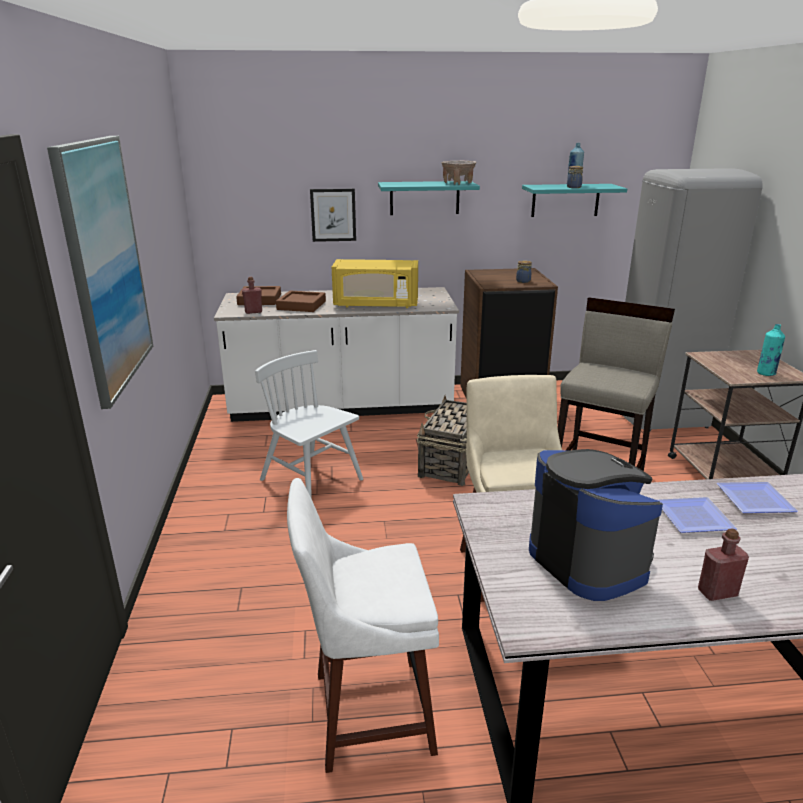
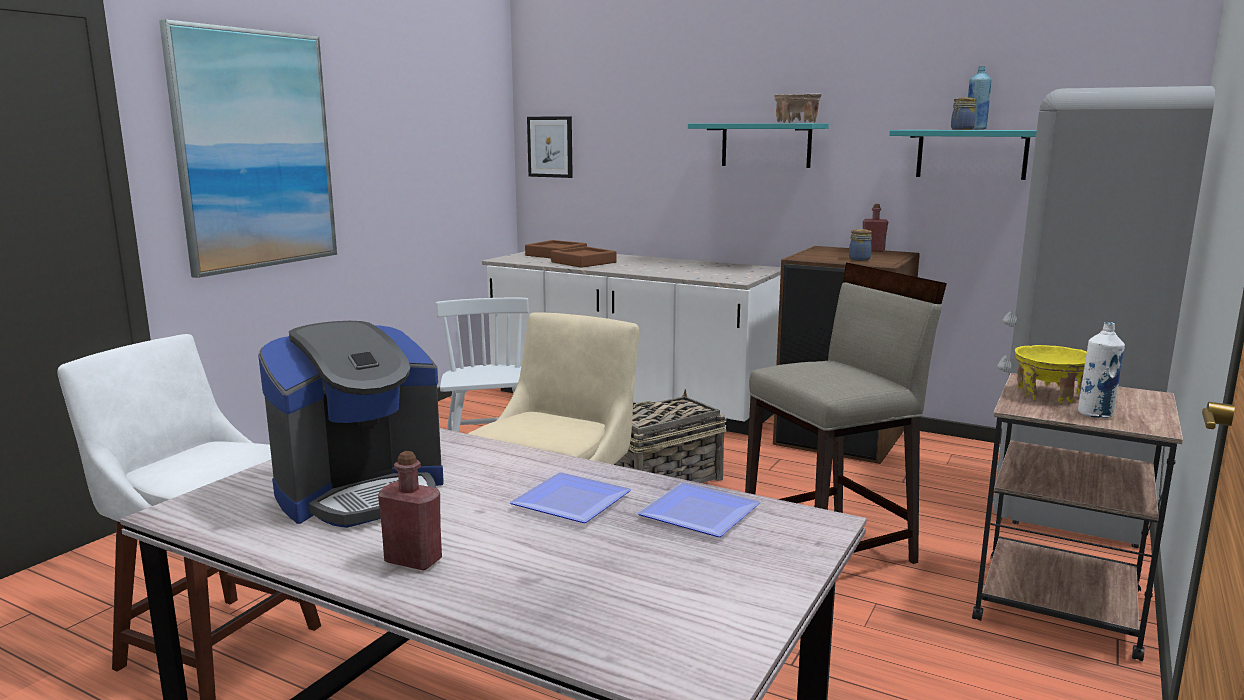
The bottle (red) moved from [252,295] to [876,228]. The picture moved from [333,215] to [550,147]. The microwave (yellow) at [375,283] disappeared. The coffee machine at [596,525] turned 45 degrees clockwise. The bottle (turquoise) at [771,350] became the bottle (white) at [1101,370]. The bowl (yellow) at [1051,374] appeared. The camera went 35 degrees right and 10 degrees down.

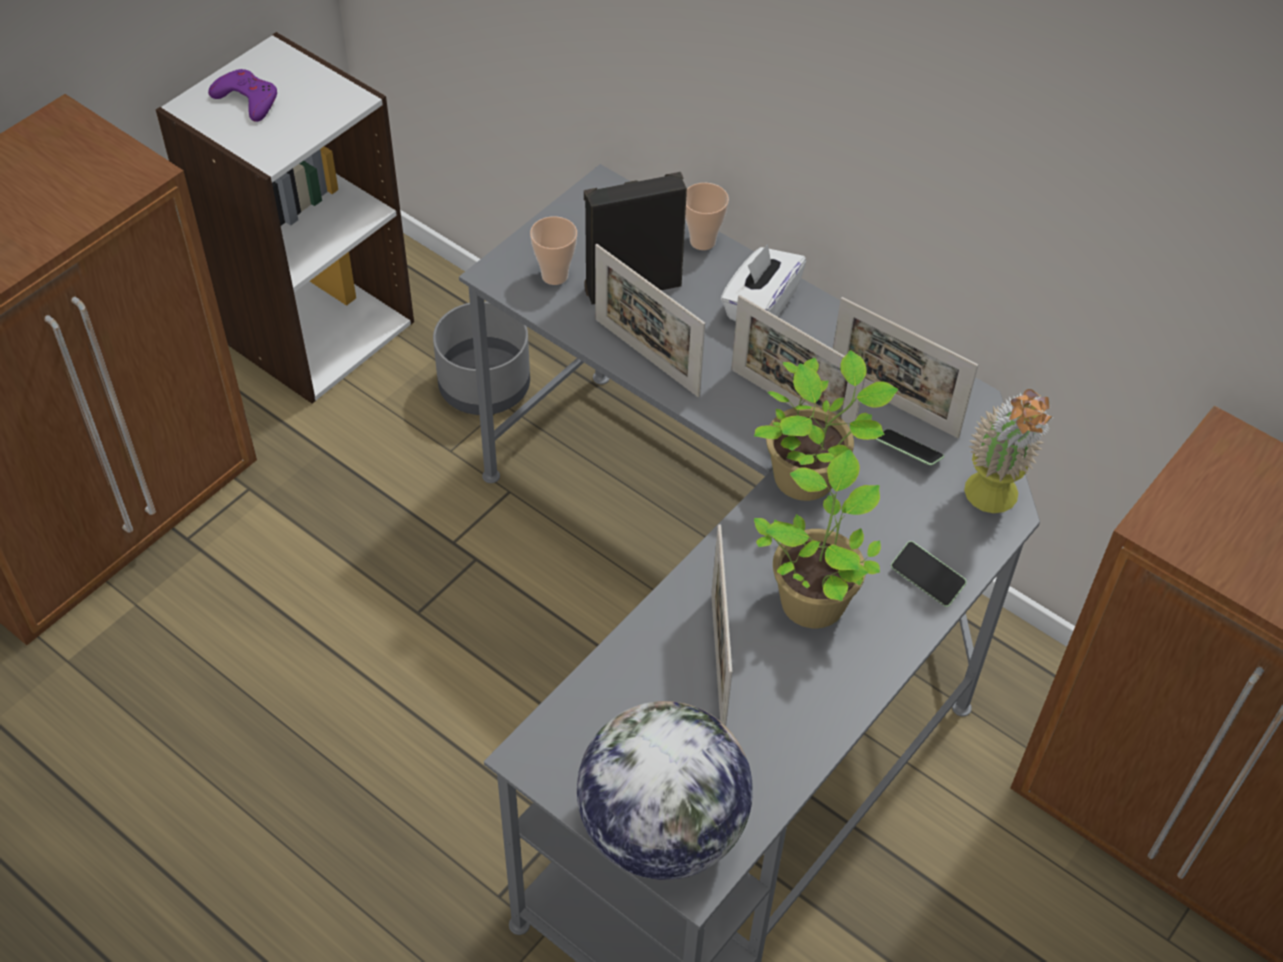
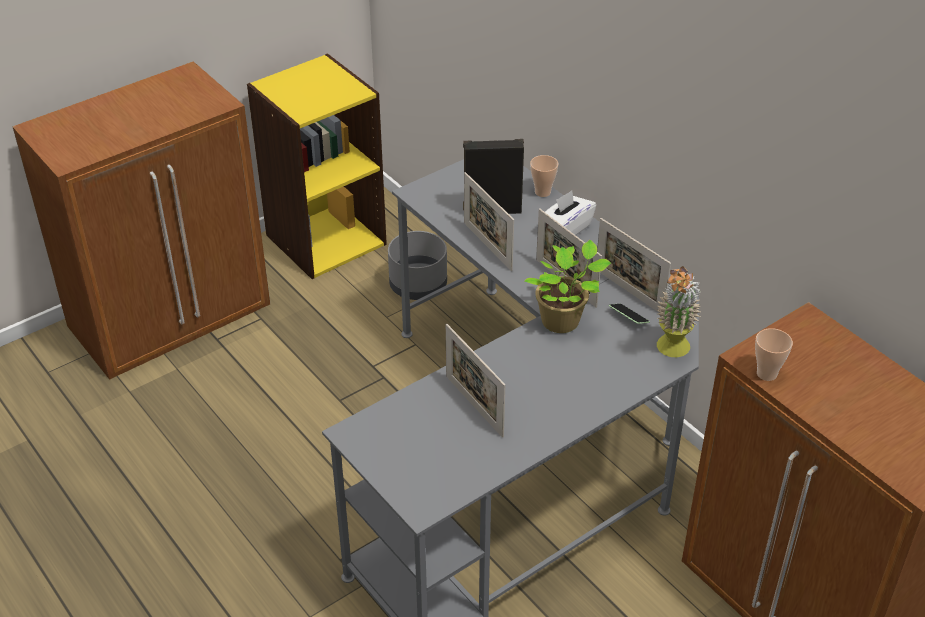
The bookcase (white) at [285,218] became the bookcase (yellow) at [317,166]. The game controller (purple) at [242,95] disappeared. The cup moved from [553,250] to [774,354]. The globe at [665,790] disappeared. The picture frame at [721,625] turned 45 degrees counterclockwise. The potted plant at [817,538] disappeared. The phone at [929,574] disappeared. The camera went 15 degrees right and 10 degrees down.

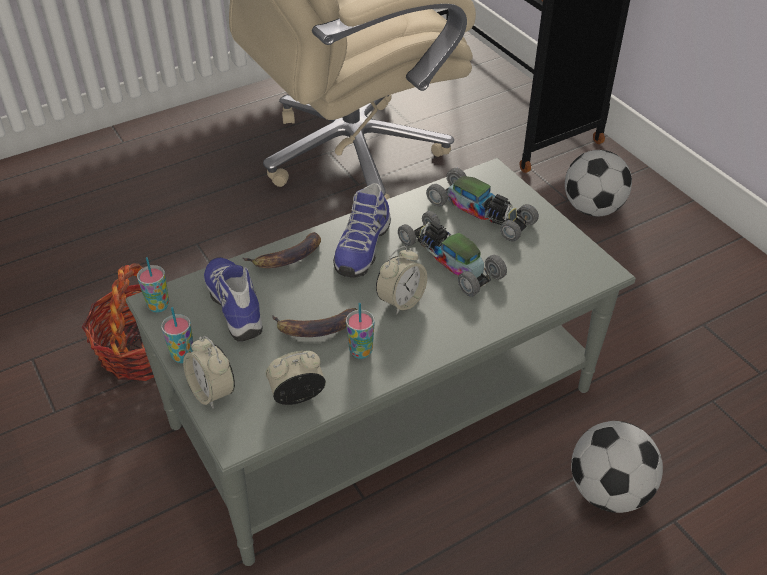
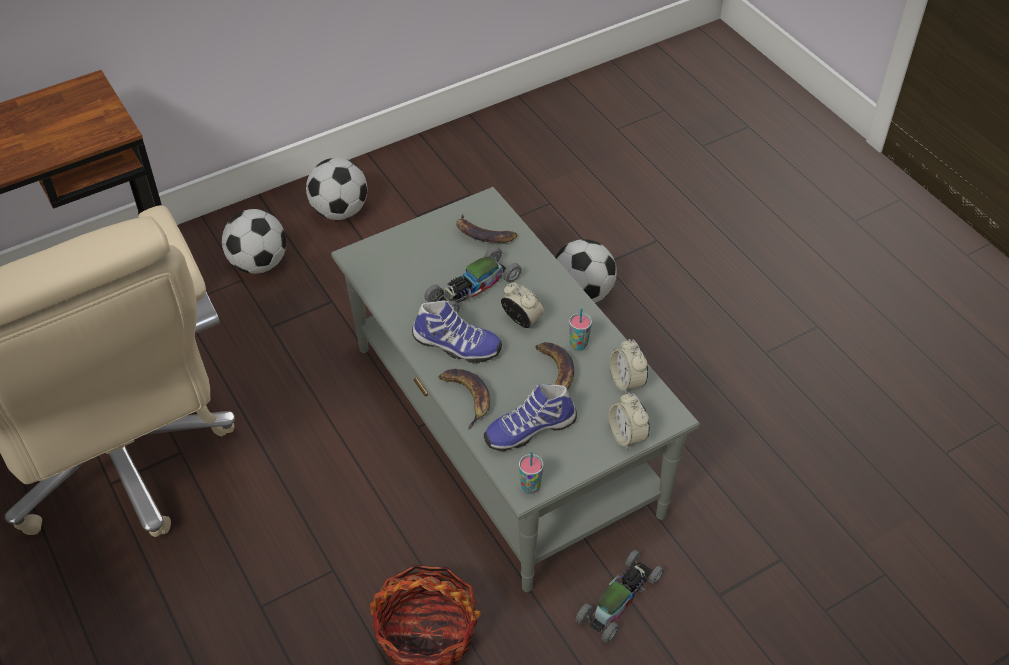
The cup at [177,335] disappeared. The alarm clock at [209,372] turned 105 degrees clockwise. The toy car moved from [482,204] to [619,596]. The football at [336,189] appeared. The banana at [486,228] appeared. The camera went 90 degrees left and 5 degrees up.

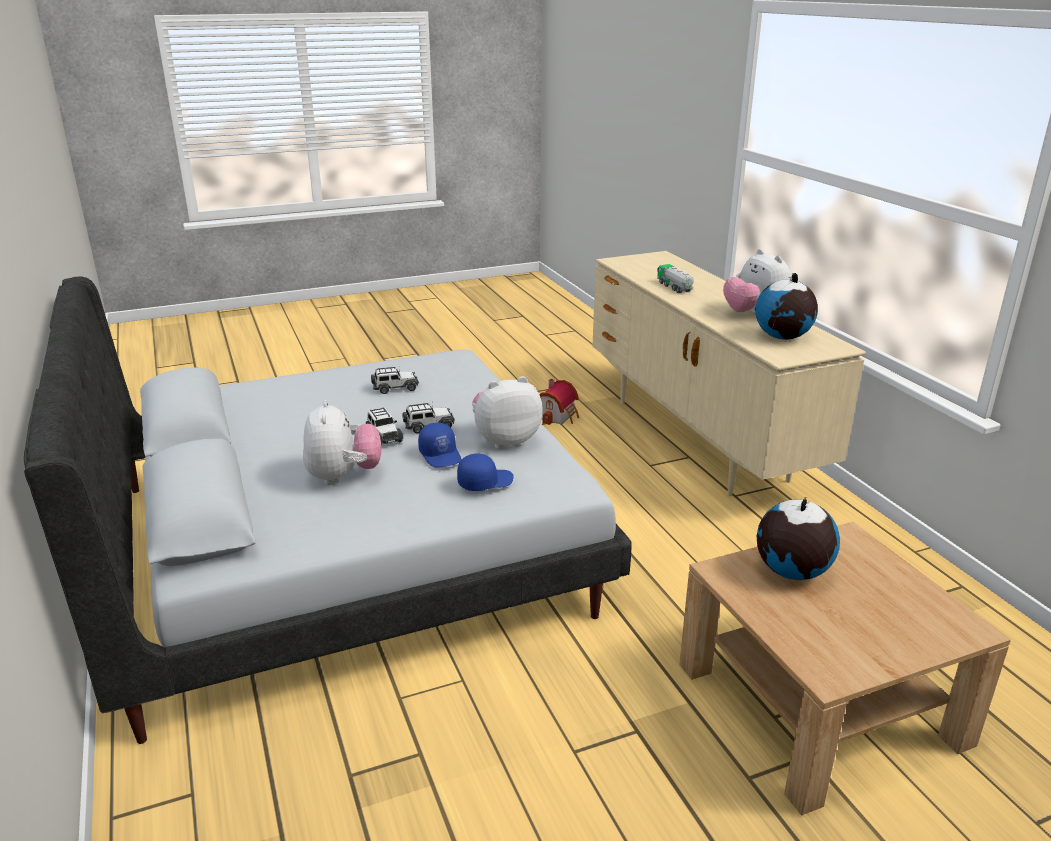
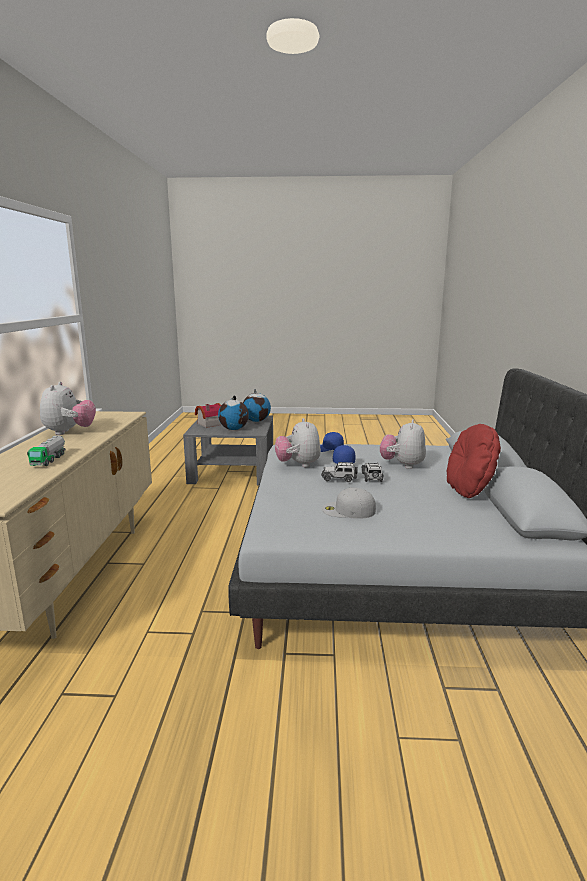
The toy car at [395,380] was replaced by the cap (white) at [349,503]. The plush toy at [507,413] turned 75 degrees clockwise. The toy house moved from [559,402] to [208,415]. The coffee table (brown) at [845,668] became the coffee table (grey) at [228,450]. The globe moved from [787,306] to [257,406]. The pillow (red) at [474,461] appeared. The camera went 155 degrees left and 10 degrees down.

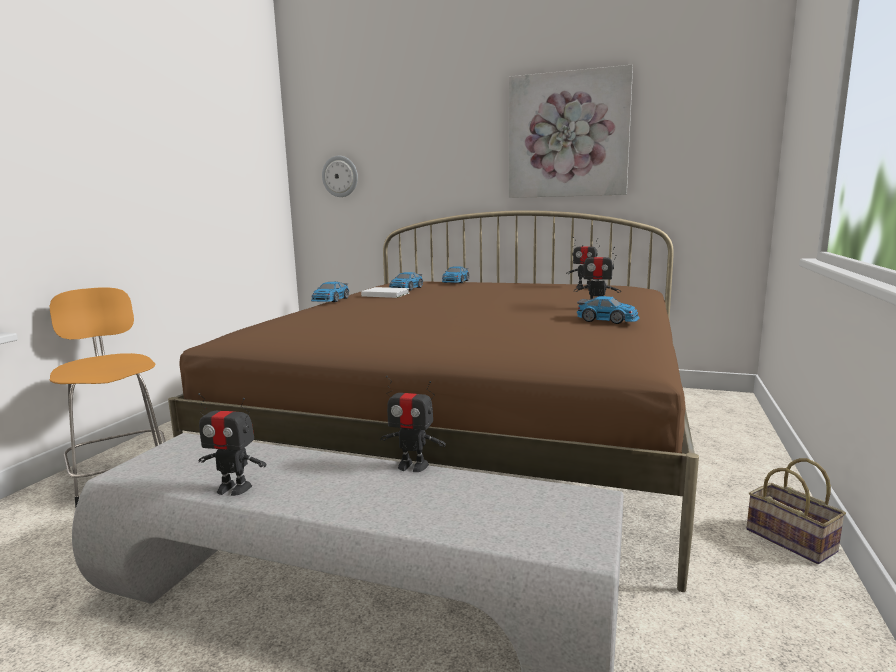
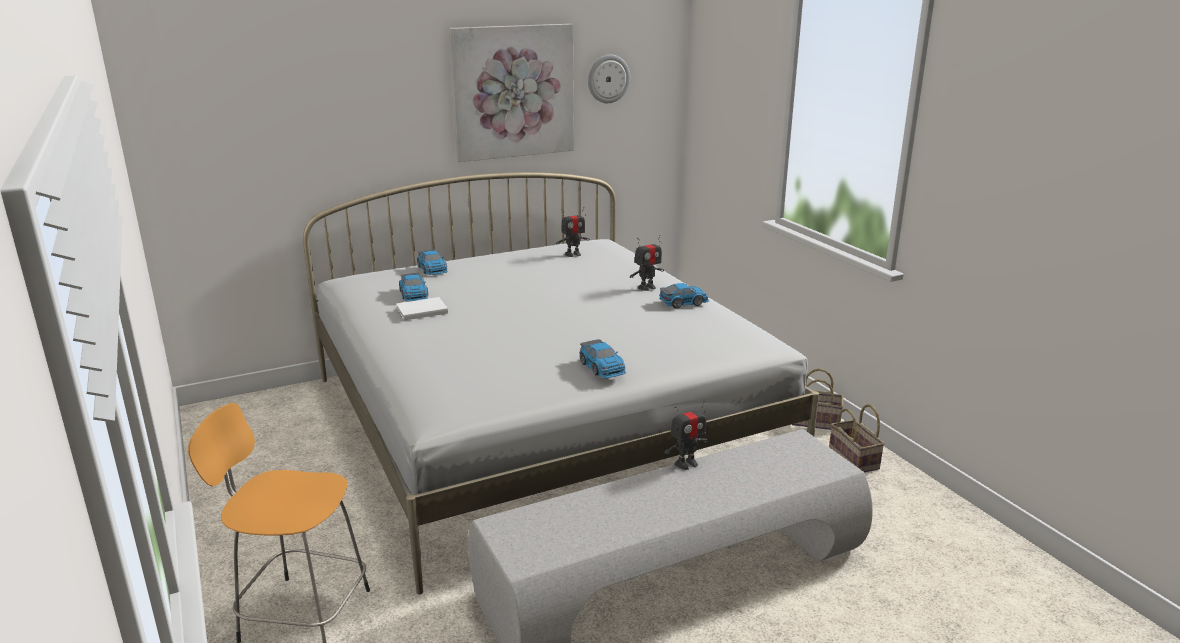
The bed (brown) at [433,401] became the bed (white) at [561,383]. The toy robot at [232,444] disappeared. The toy car moved from [330,292] to [602,358]. The wall clock moved from [340,176] to [609,78]. The basket at [857,438] appeared. The camera went 45 degrees left and 10 degrees up.

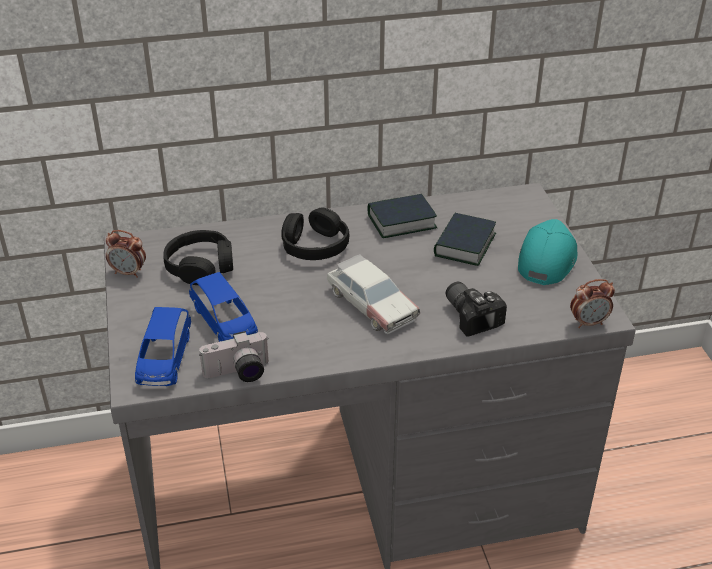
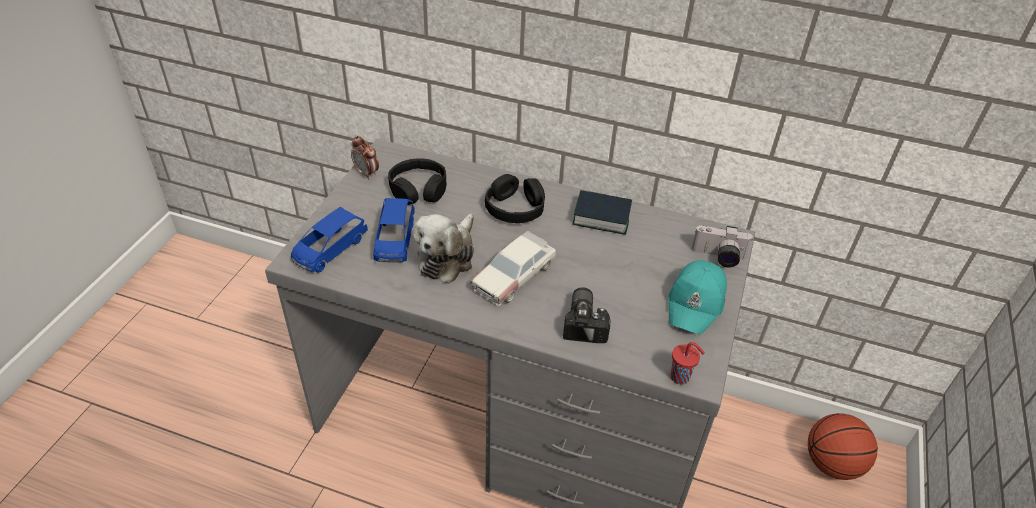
The photo camera moved from [234,356] to [722,246]. The toy car at [373,294] turned 45 degrees clockwise. The book at [465,239] disappeared. The cap (turquoise) at [548,252] turned 150 degrees clockwise. The alarm clock at [592,303] was replaced by the cup (red) at [688,363]. The plush toy at [443,249] appeared. The basketball at [843,446] appeared. The camera went 30 degrees right and 5 degrees up.

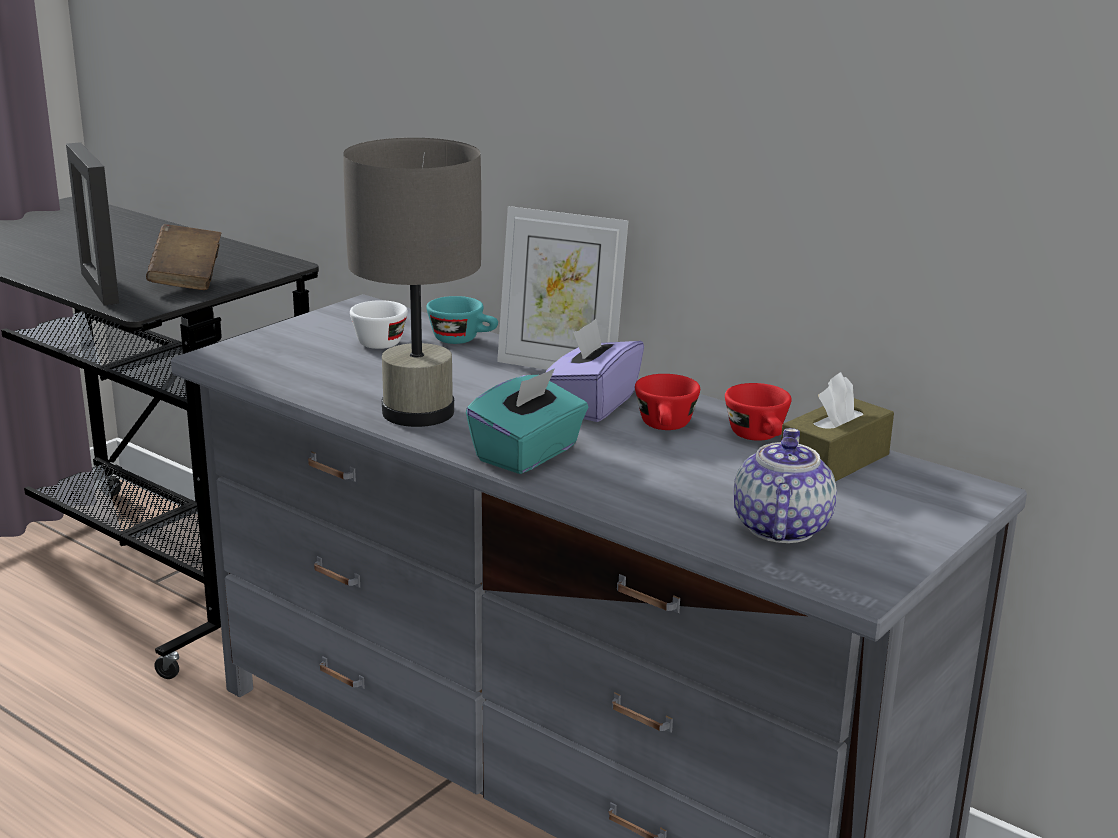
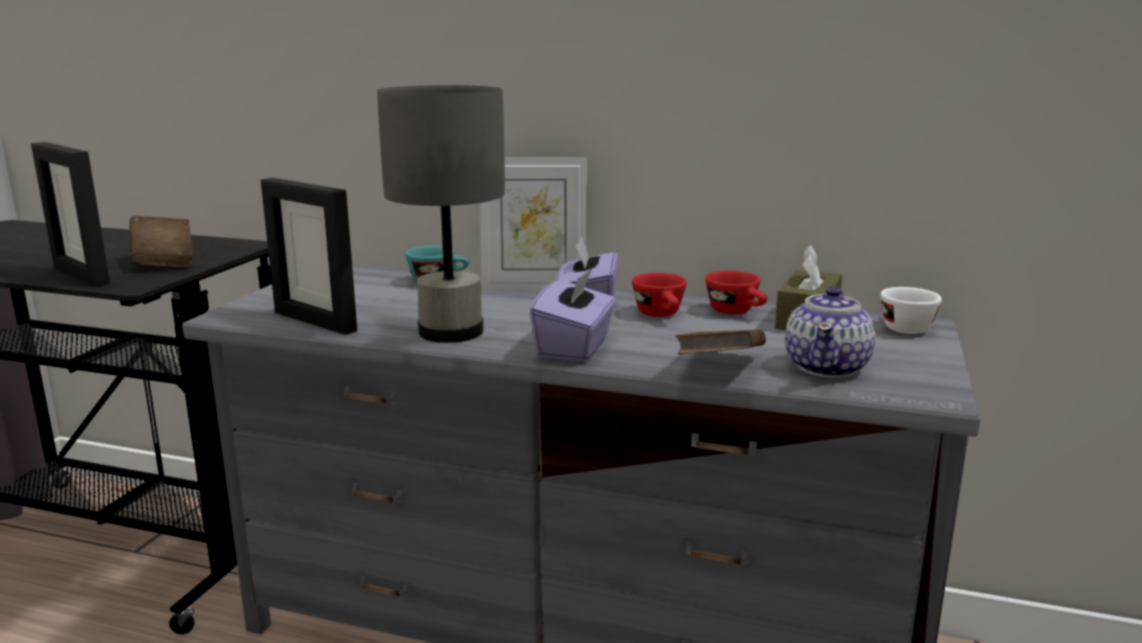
The cup (white) moved from [379,324] to [911,310]. The tissue box (turquoise) at [527,421] became the tissue box (purple) at [573,315]. The teapot at [785,485] turned 150 degrees counterclockwise. The picture frame at [309,256] appeared. The book (brown) at [721,341] appeared. The camera went 20 degrees left and 5 degrees down.

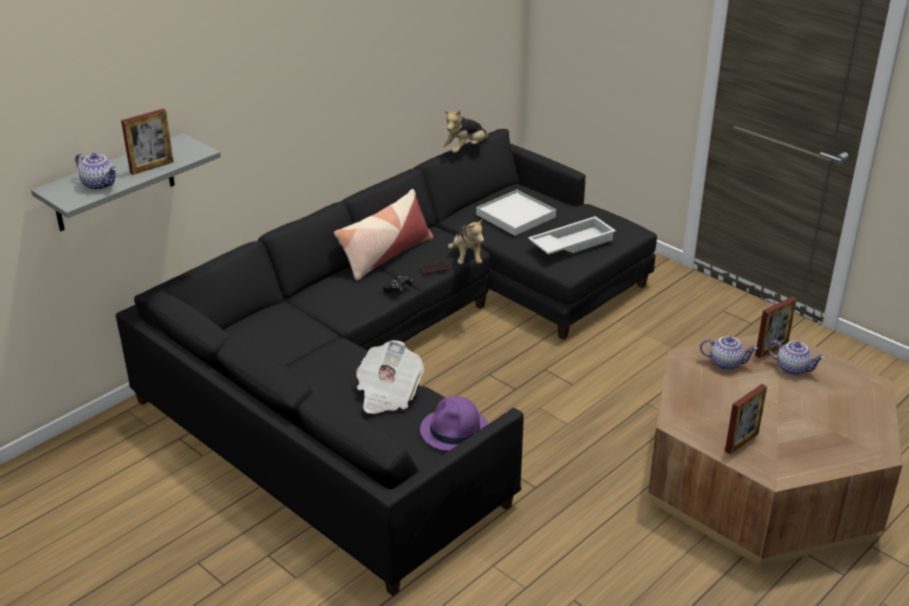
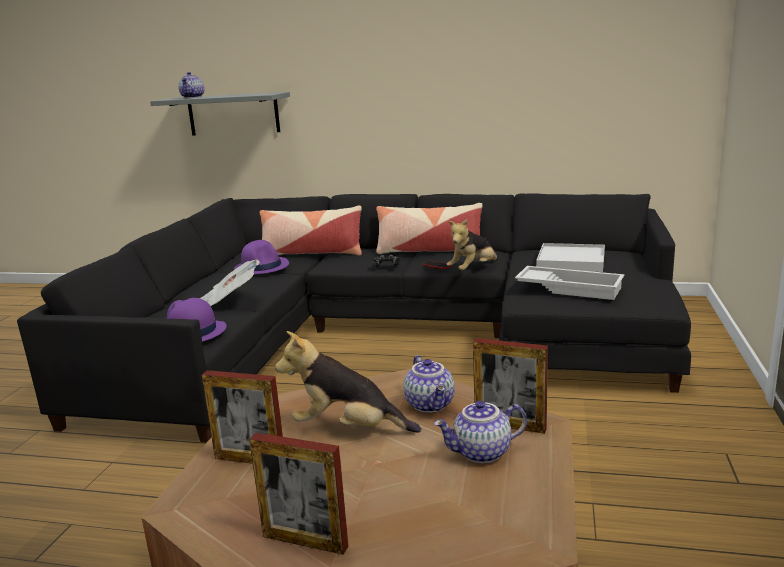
The picture frame moved from [147,142] to [299,494]. The plush toy moved from [465,131] to [348,382]. The teapot at [796,357] turned 75 degrees clockwise. The hat (purple) at [261,257] appeared. The pillow at [311,230] appeared. The camera went 60 degrees right and 15 degrees down.

